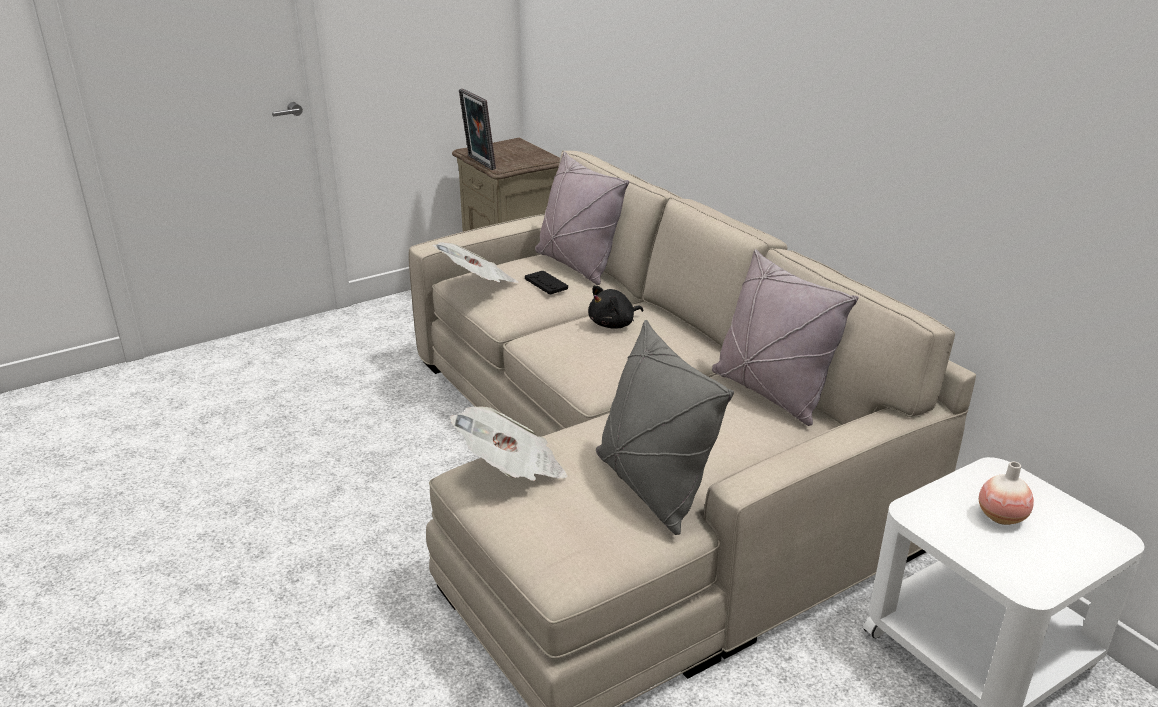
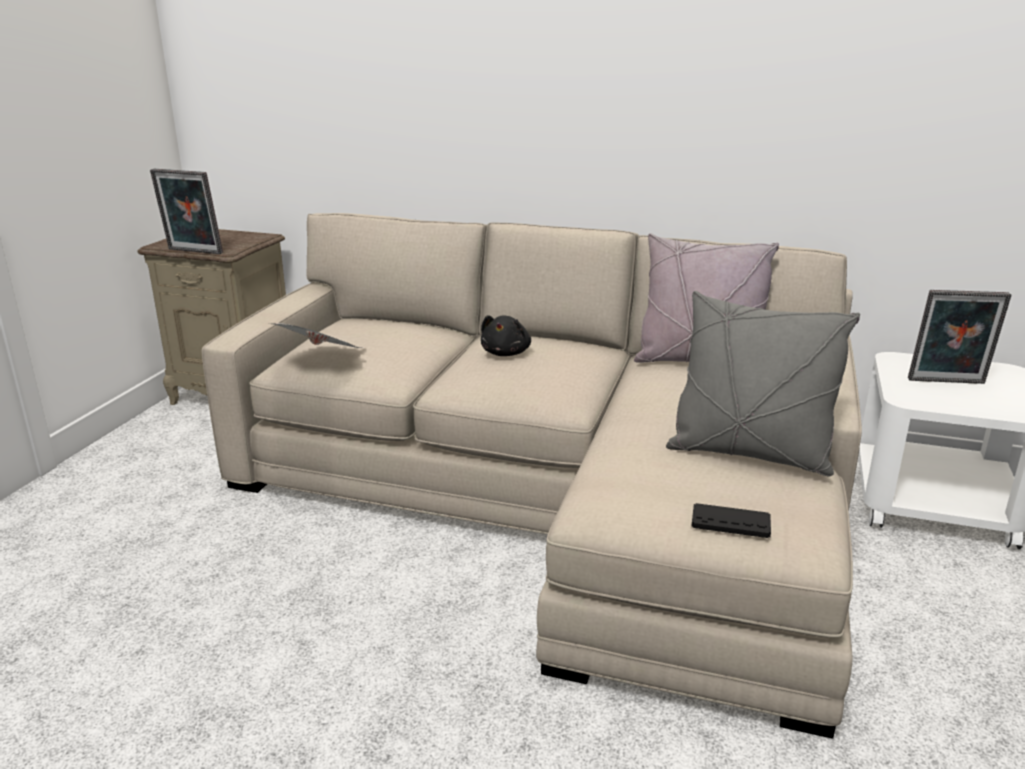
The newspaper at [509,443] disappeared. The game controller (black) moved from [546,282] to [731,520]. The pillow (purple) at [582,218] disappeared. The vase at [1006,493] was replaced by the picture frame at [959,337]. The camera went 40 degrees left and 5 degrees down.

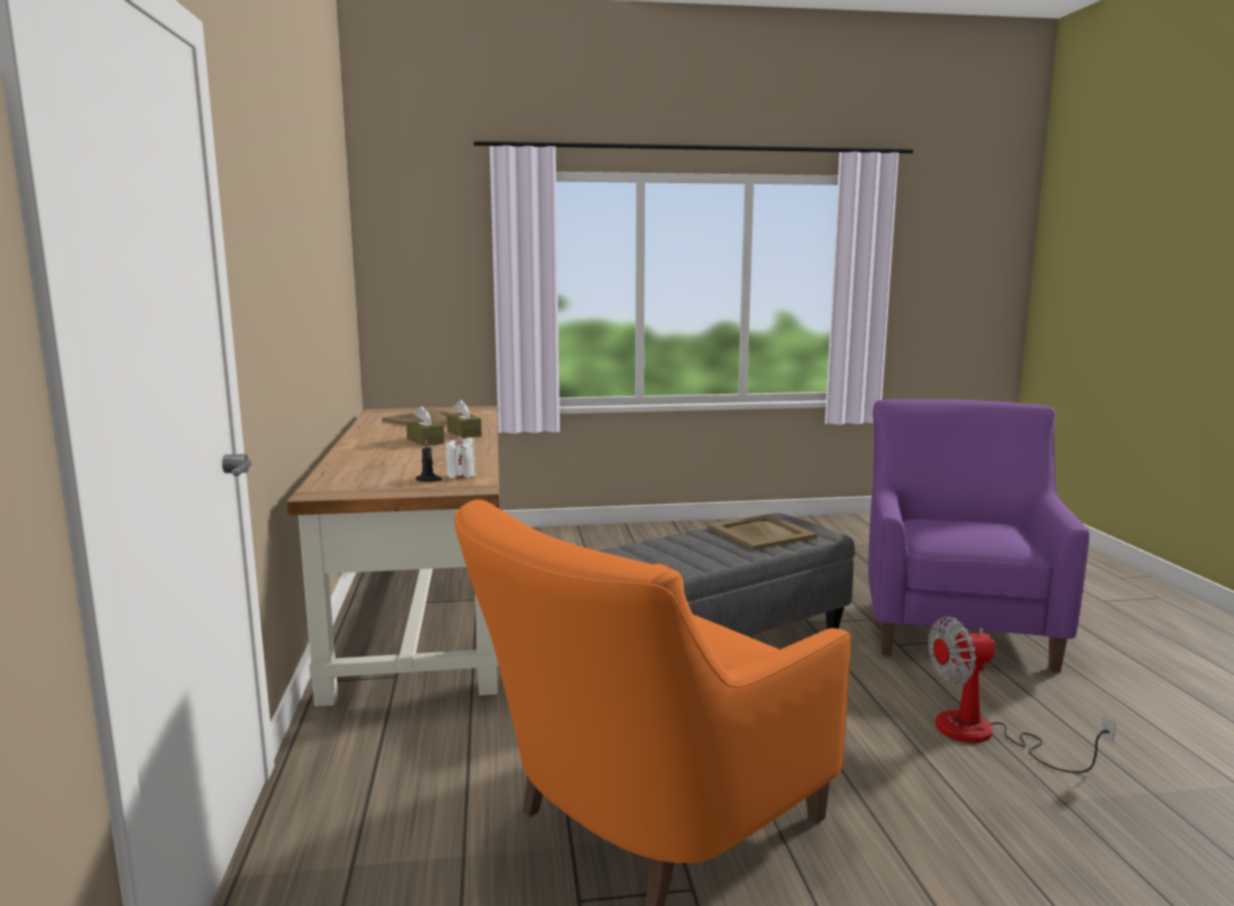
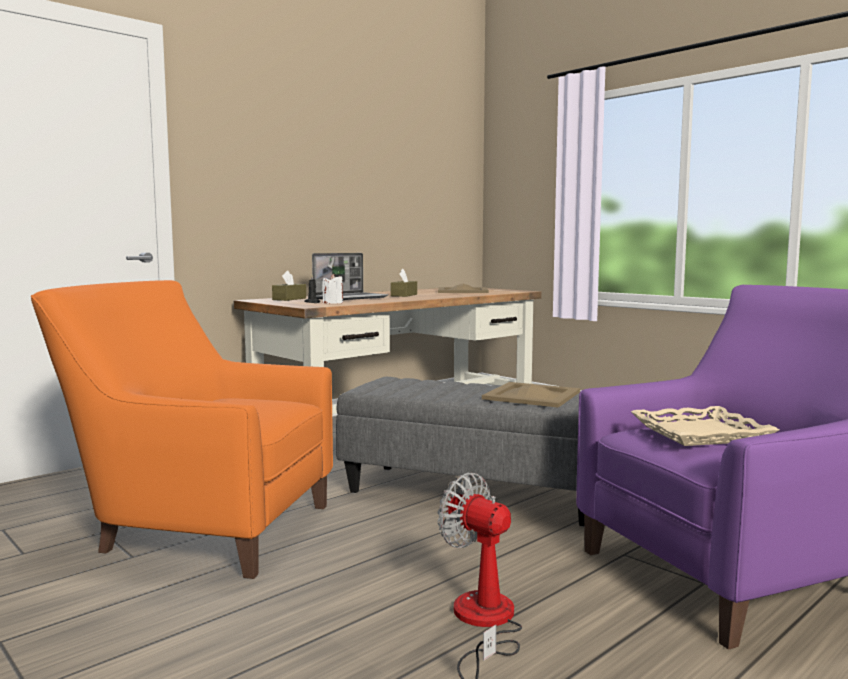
The tissue box (brown) moved from [464,418] to [289,285]. The laptop at [350,276] appeared. The tray (beige) at [705,426] appeared. The camera went 55 degrees right and 5 degrees down.

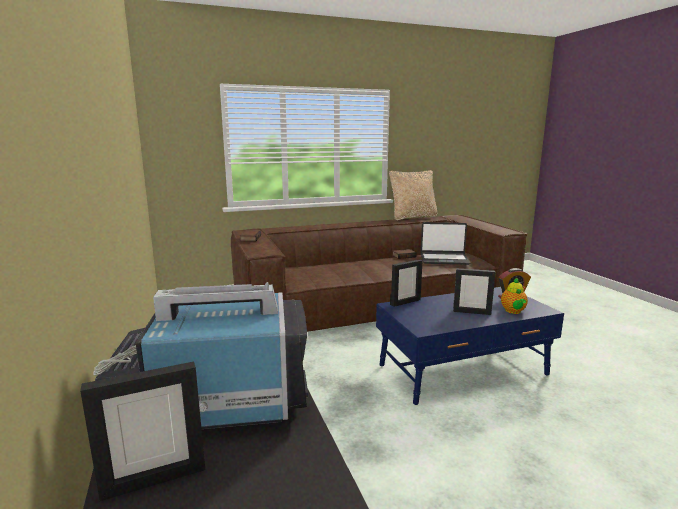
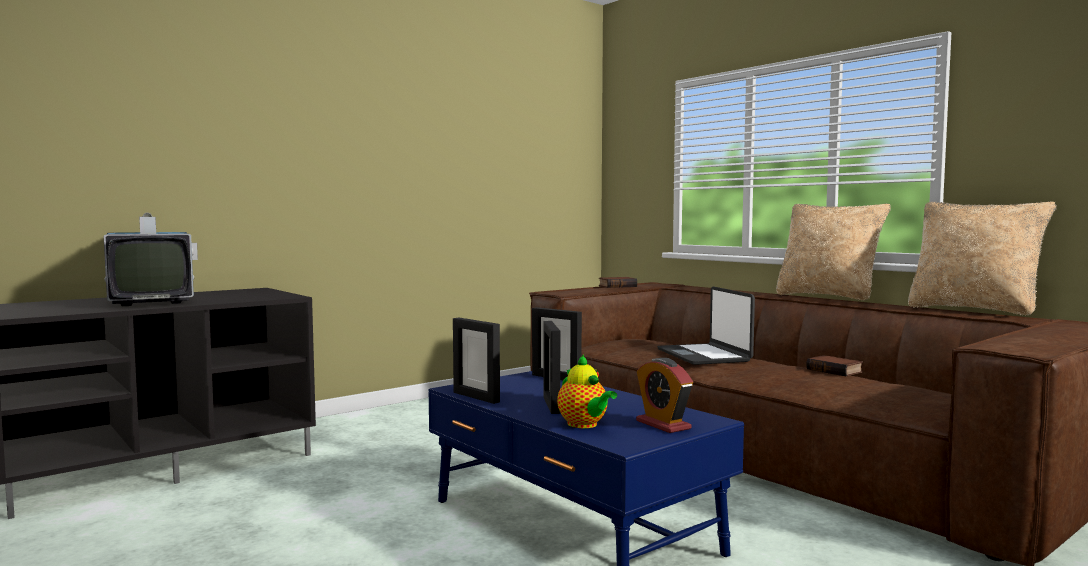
The picture frame moved from [142,431] to [476,361]. The laptop moved from [445,243] to [706,325]. The teapot at [514,296] turned 105 degrees counterclockwise. The pillow (beige) at [834,252] appeared. The camera went 70 degrees right and 10 degrees down.

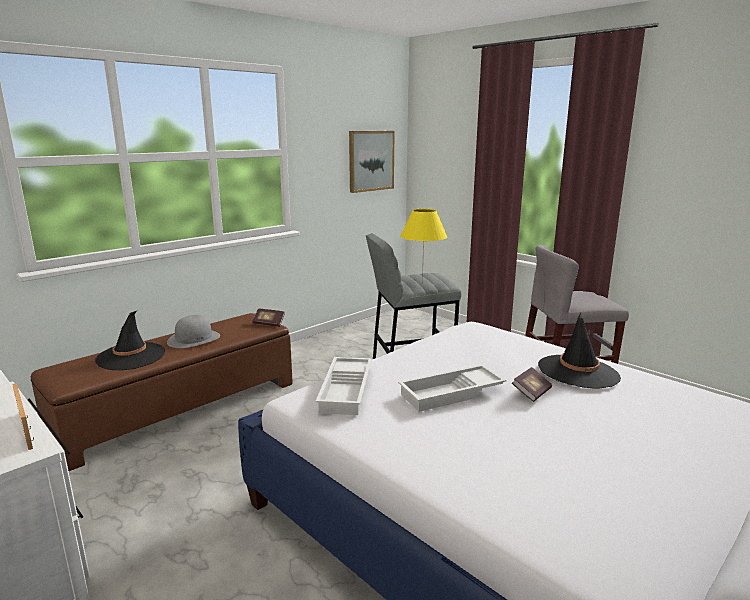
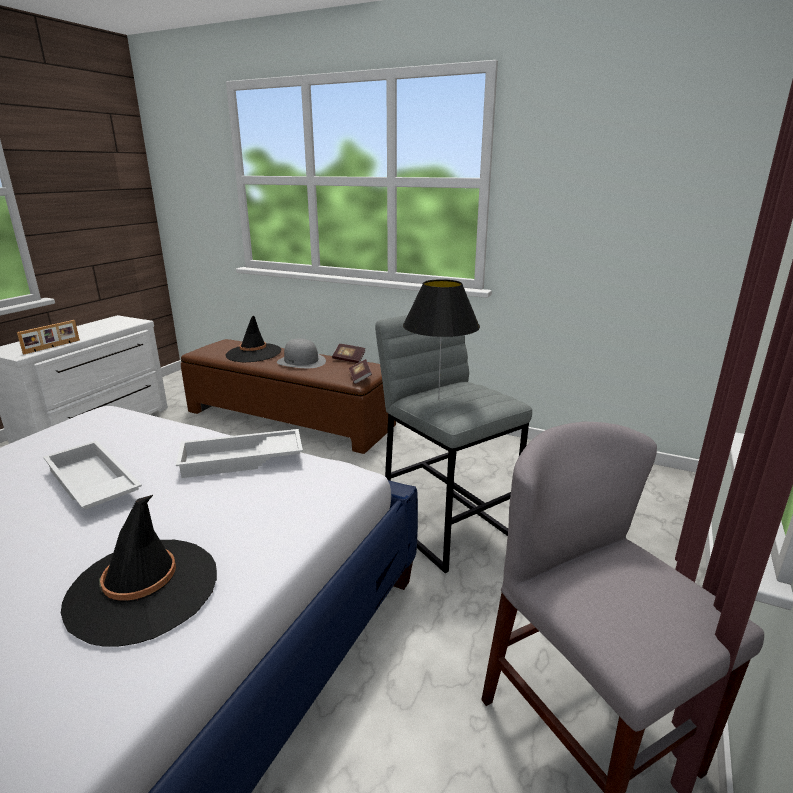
The tray (white) moved from [344,386] to [239,453]. The picture at [372,162] disappeared. The table lamp (yellow) at [423,246] became the table lamp (black) at [441,339]. The book moved from [532,384] to [348,353]. The camera went 70 degrees right and 5 degrees up.

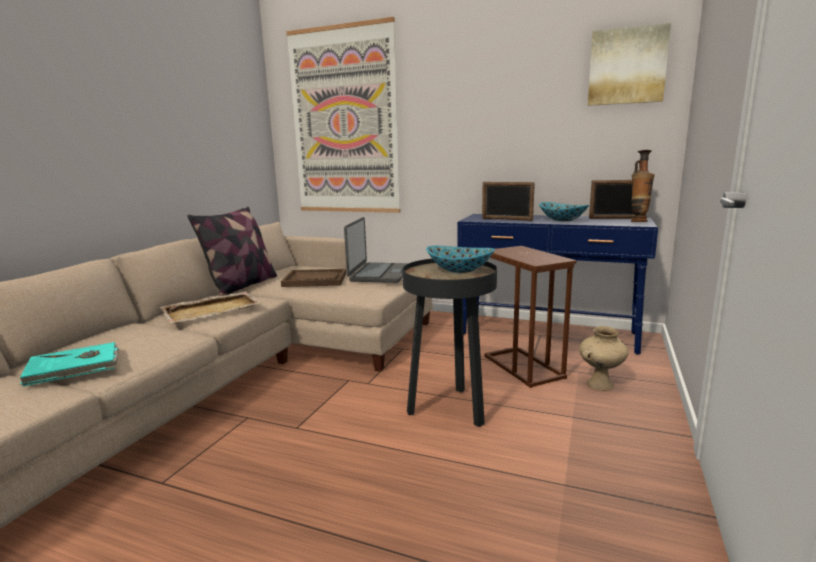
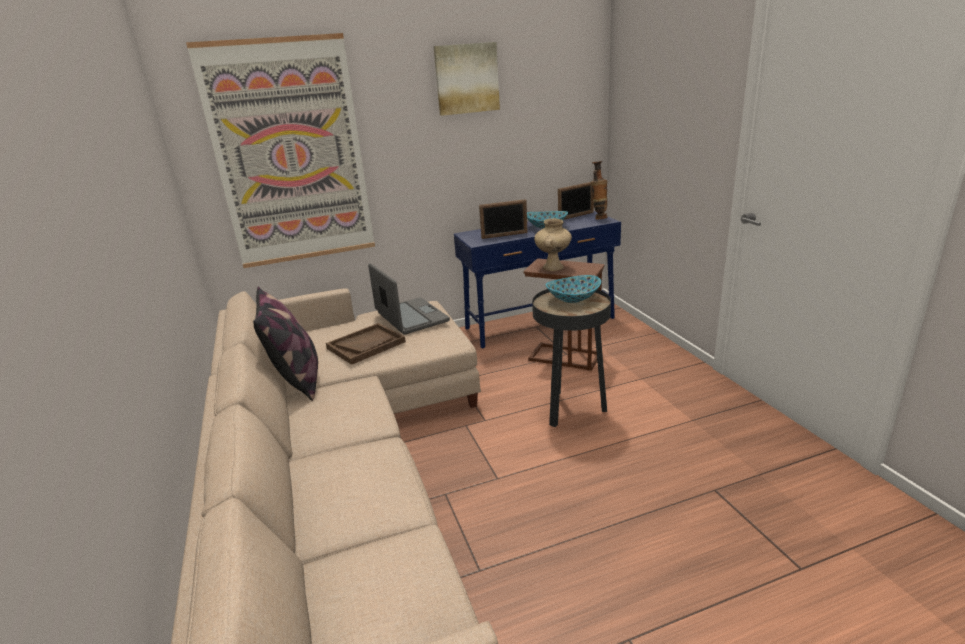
The book (turquoise) at [69,364] disappeared. The tray (beige) at [211,307] disappeared. The vase (beige) moved from [603,358] to [553,244]. The picture moved from [629,64] to [466,79]. The camera went 40 degrees left and 10 degrees up.

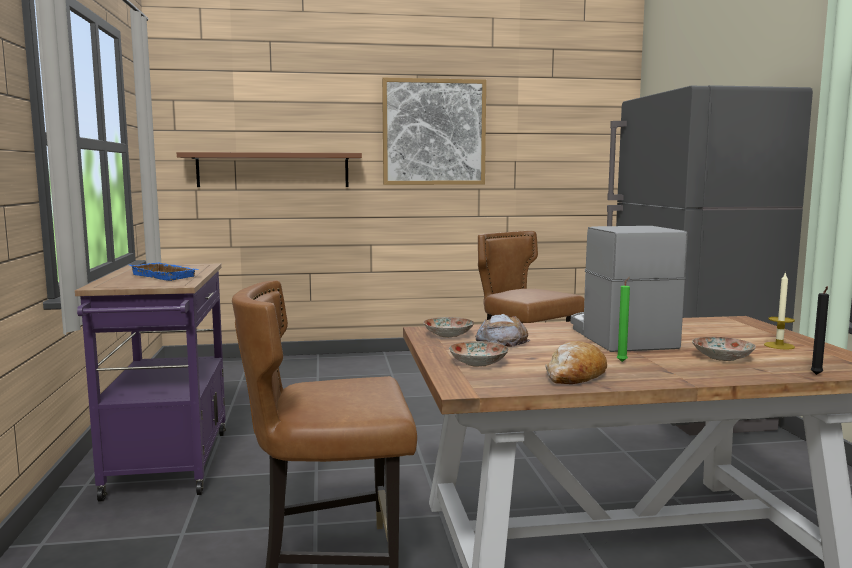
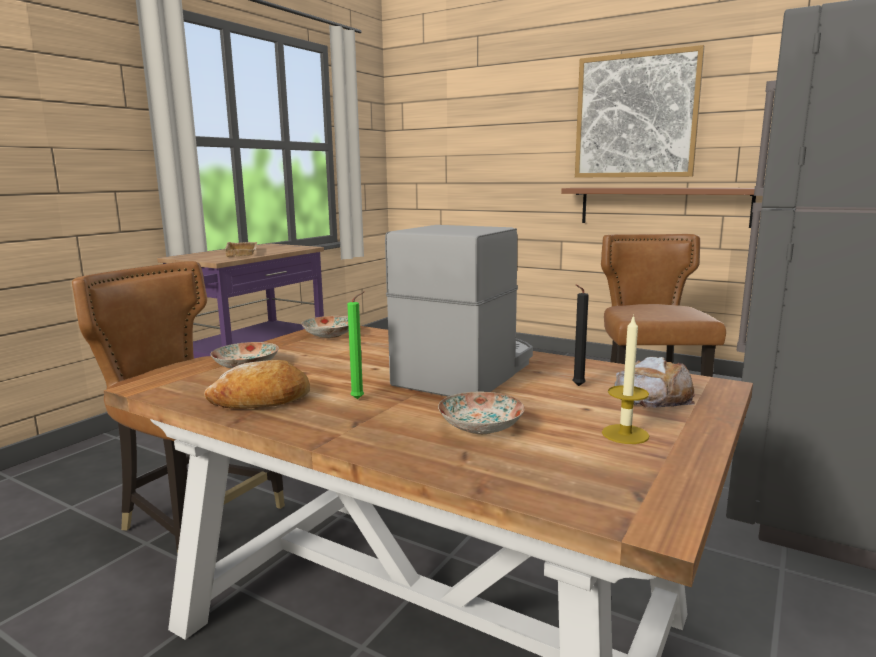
The tray (blue) at [165,271] became the tray (beige) at [240,249]. The shelf (brown) moved from [269,169] to [658,208]. The bread moved from [503,330] to [654,382]. The candle (black) moved from [819,330] to [580,335]. The camera went 40 degrees right and 5 degrees up.

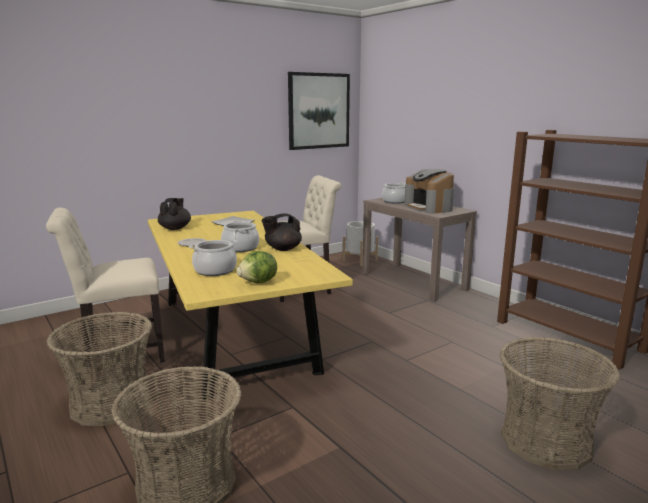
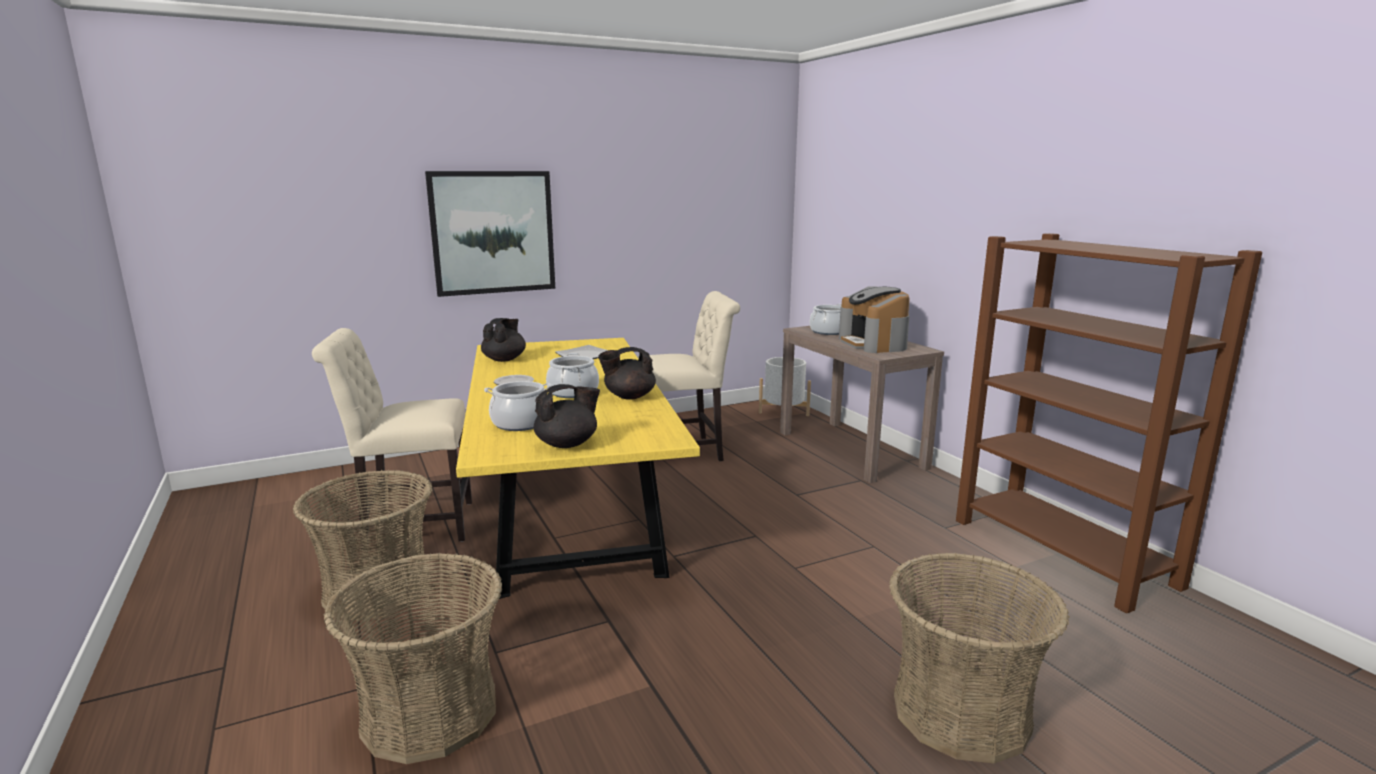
The lettuce at [256,267] was replaced by the teapot (black) at [567,416]. The picture moved from [319,111] to [490,234]. The camera went 10 degrees right and 0 degrees up.

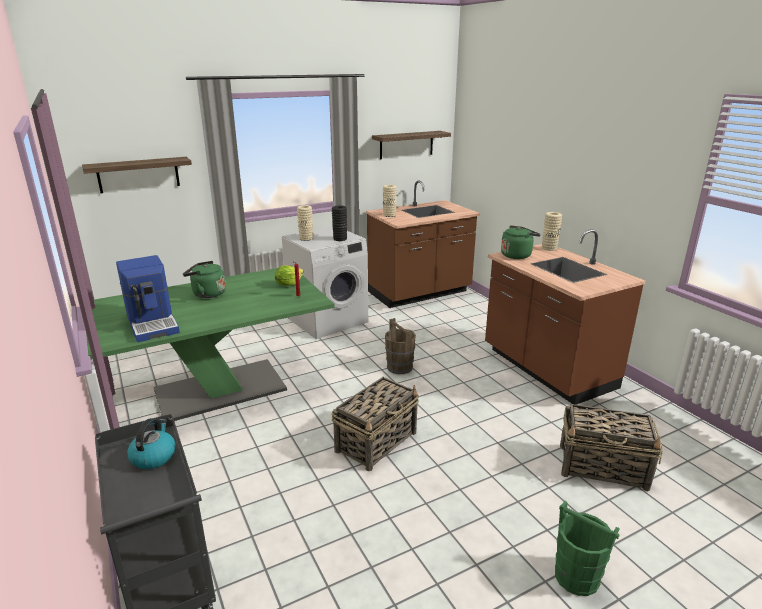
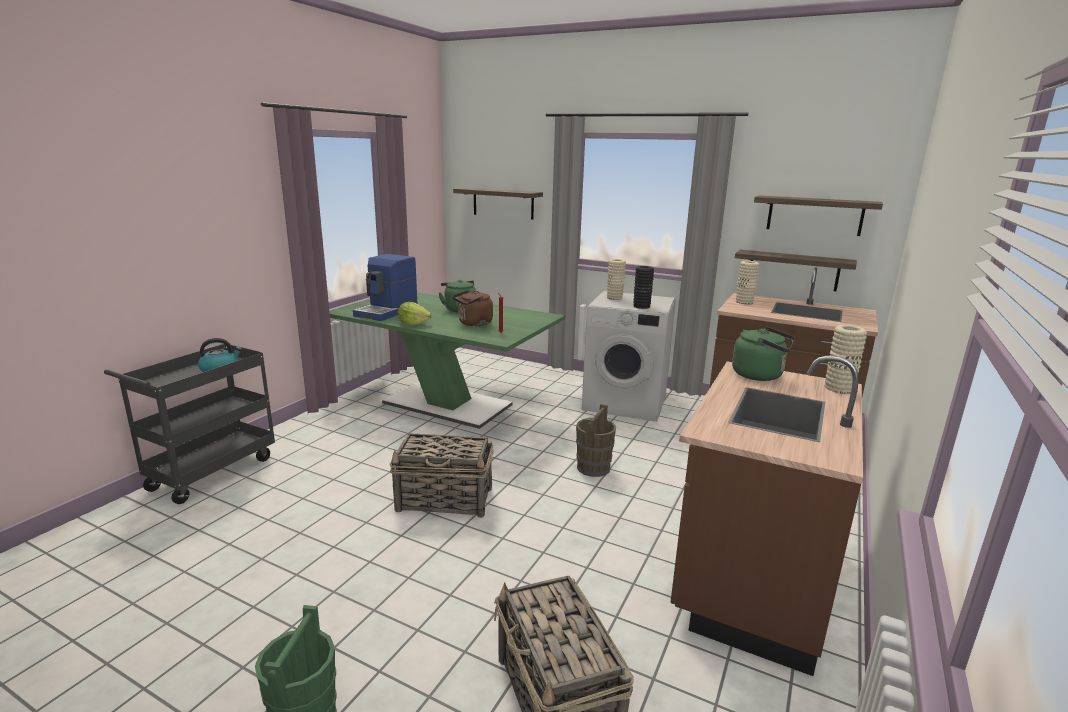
The lettuce moved from [289,275] to [415,313]. The kettle (brown) at [472,308] appeared. The shelf at [796,270] appeared. The camera went 55 degrees right and 5 degrees down.

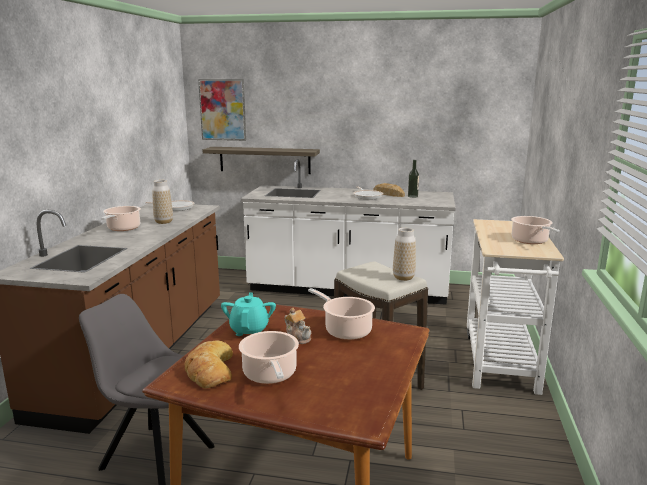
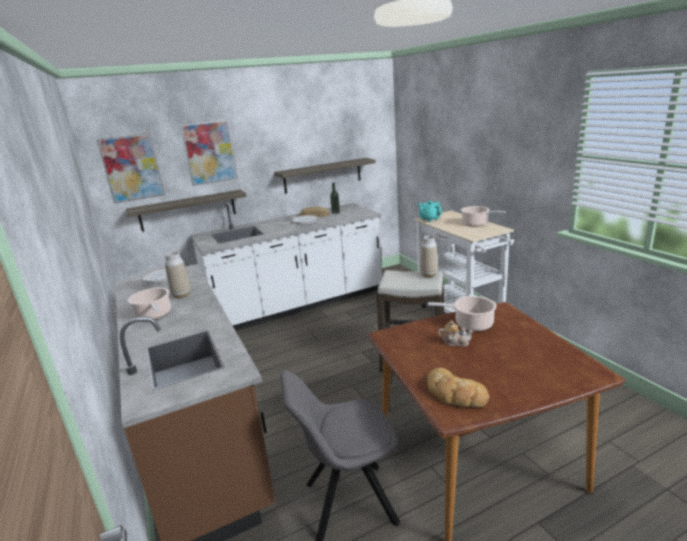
The teapot (turquoise) moved from [248,314] to [430,211]. The cooking pot at [269,357] disappeared. The picture at [209,153] appeared. The shelf at [325,175] appeared. The camera went 35 degrees left and 5 degrees up.

